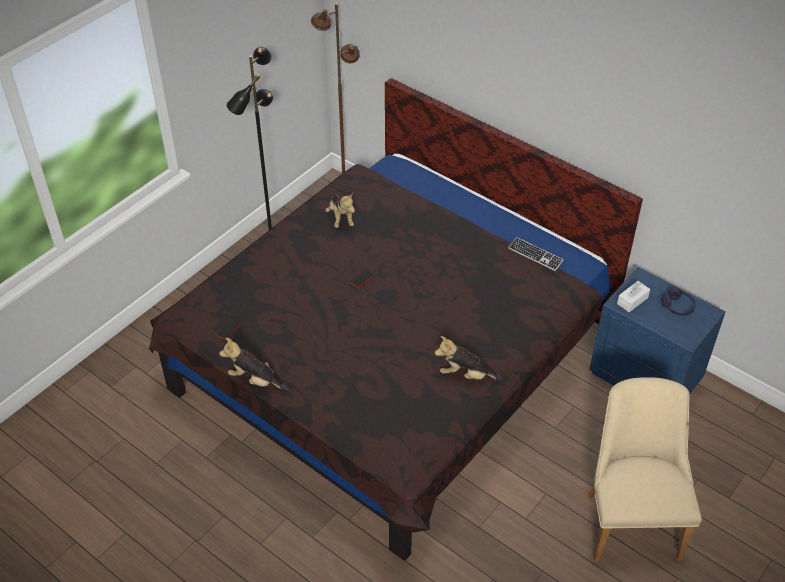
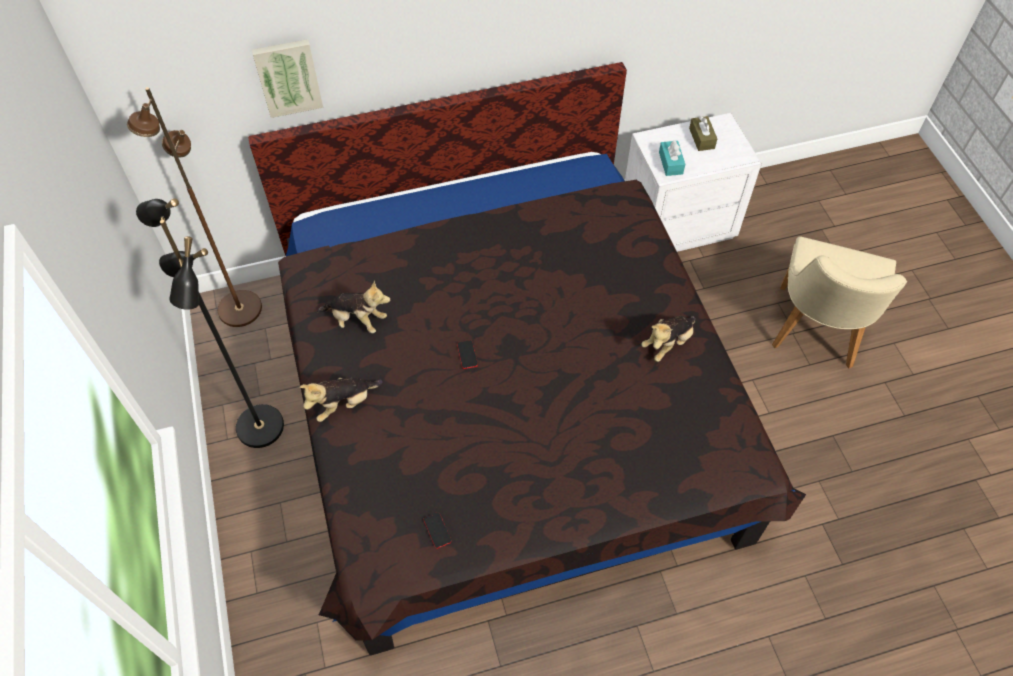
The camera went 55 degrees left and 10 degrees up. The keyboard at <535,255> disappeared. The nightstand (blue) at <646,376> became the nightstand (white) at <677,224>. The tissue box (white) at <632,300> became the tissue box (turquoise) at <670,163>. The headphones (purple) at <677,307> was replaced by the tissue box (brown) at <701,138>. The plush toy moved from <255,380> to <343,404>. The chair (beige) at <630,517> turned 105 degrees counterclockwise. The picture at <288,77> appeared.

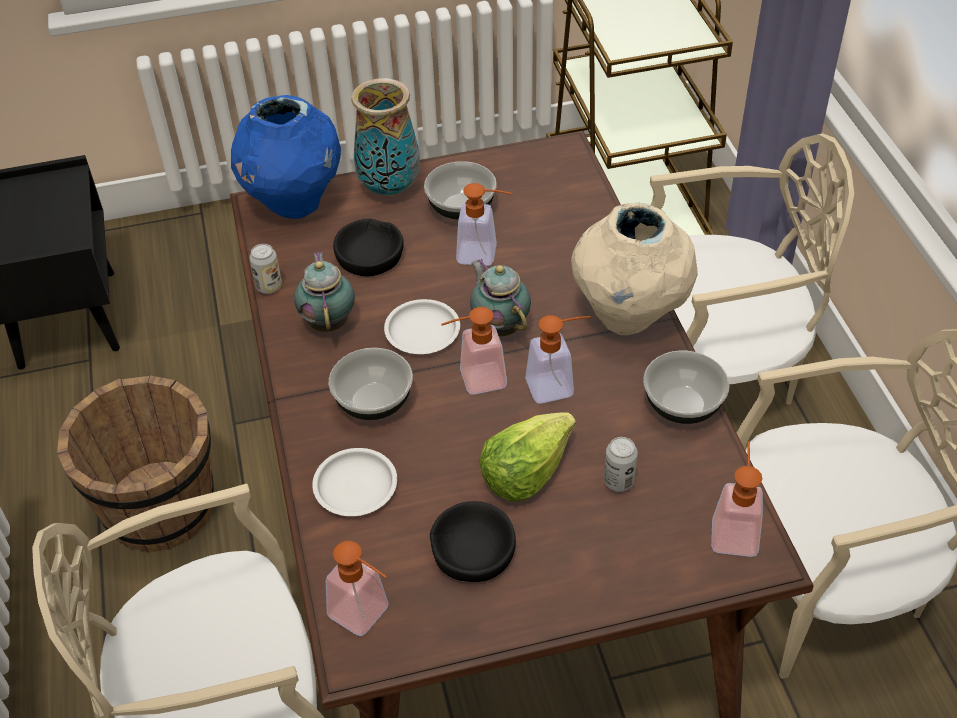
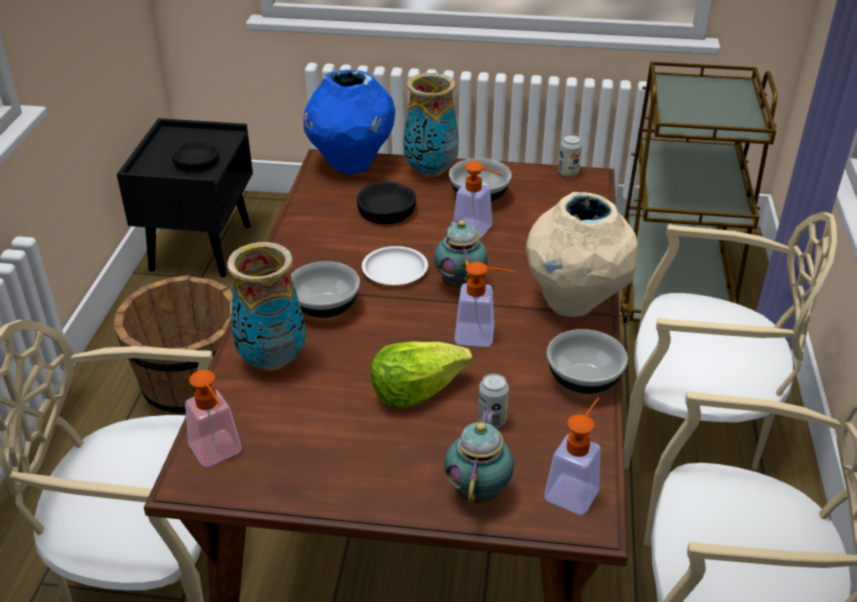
The camera went 20 degrees right and 10 degrees down. The can moved from <269,286> to <568,173>. The teapot moved from <329,321> to <479,490>. The soap dispenser at <474,380> disappeared. The plate (white) at <354,486> was replaced by the vase at <271,360>. The bowl (black) moved from <473,549> to <196,162>.

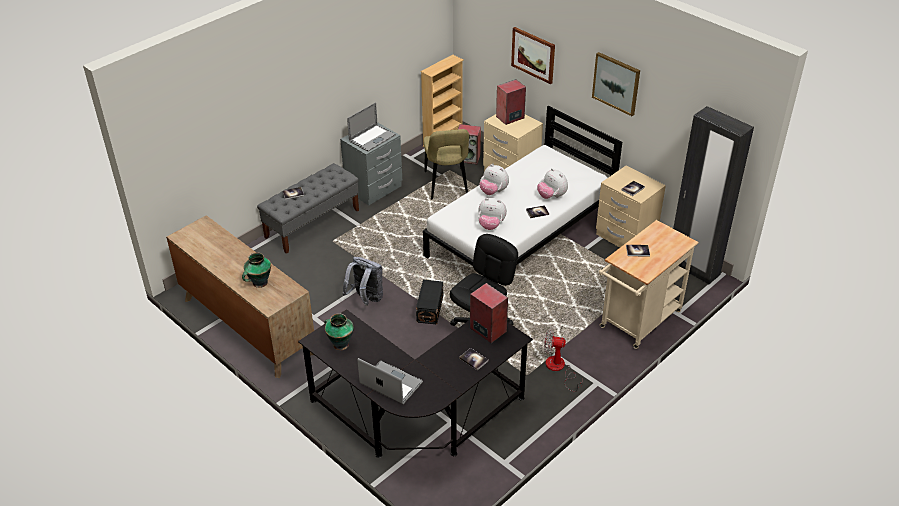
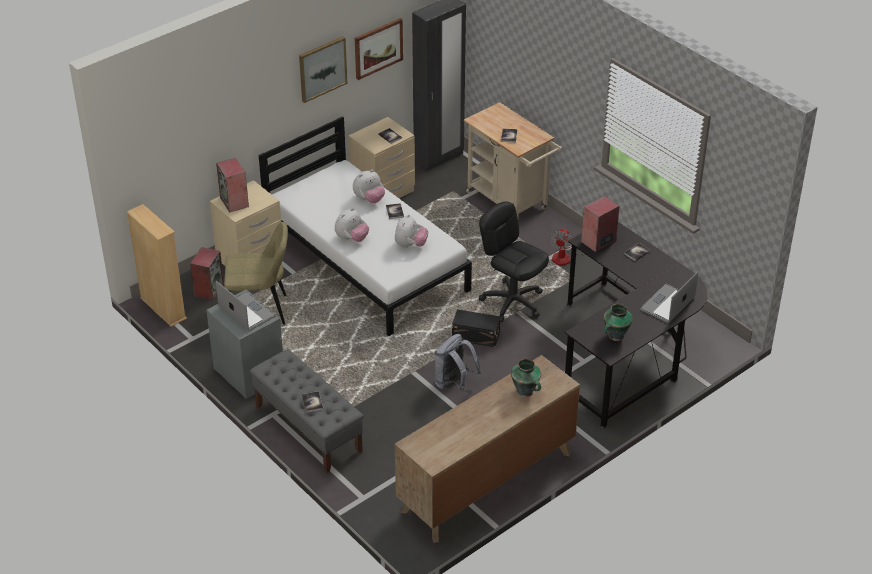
The camera went 85 degrees left and 0 degrees up. The picture moved from <533,55> to <378,48>.

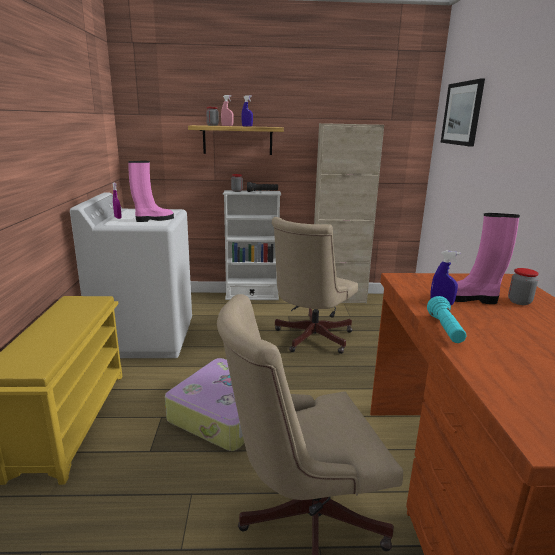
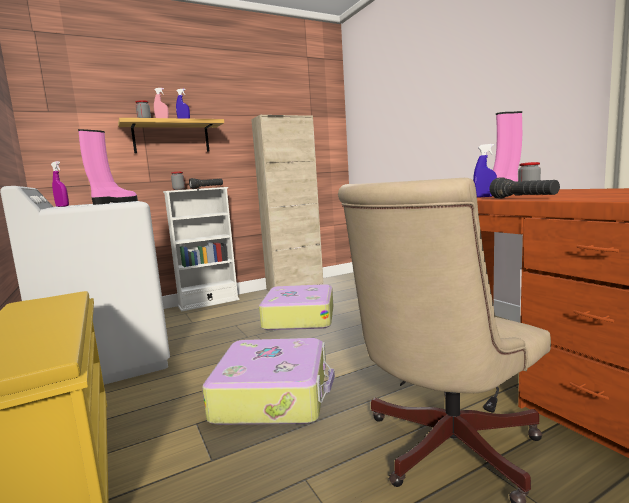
The camera went 25 degrees left and 10 degrees down. The picture at <462,113> disappeared. The office chair (beige) at <310,339> was replaced by the suitcase at <298,317>. The flashlight (turquoise) at <445,330> became the flashlight (black) at <523,198>.

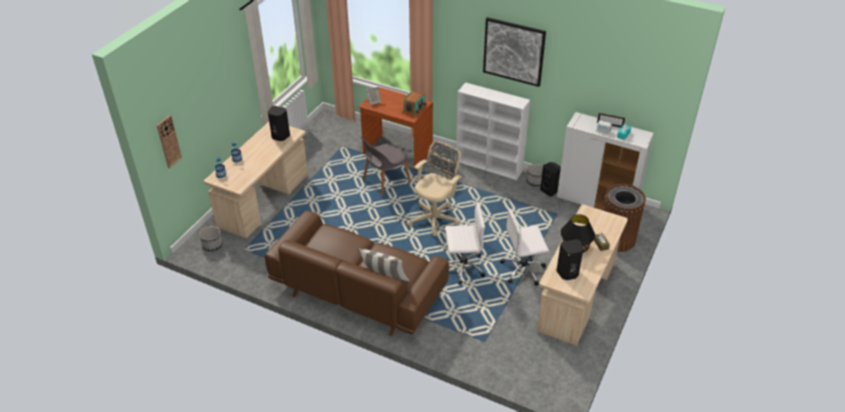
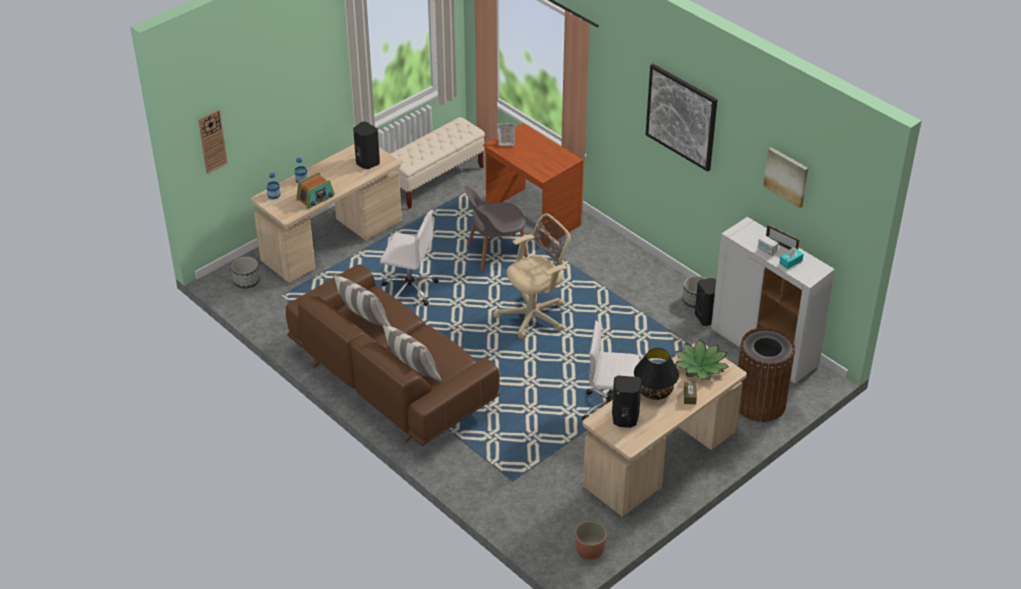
The camera went 20 degrees right and 0 degrees up. The bookcase (white) at <489,166> disappeared. The radio moved from <414,108> to <315,198>. The office chair (white) moved from <462,267> to <409,289>. The bench (beige) at <435,180> appeared. The picture at <786,176> appeared. The pillow at <364,321> appeared. The potted plant at <700,366> appeared. The planter at <590,550> appeared.

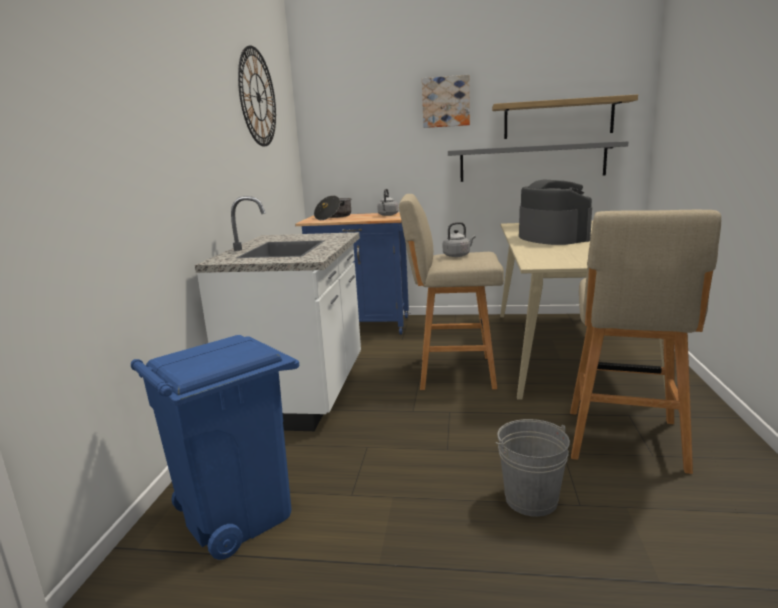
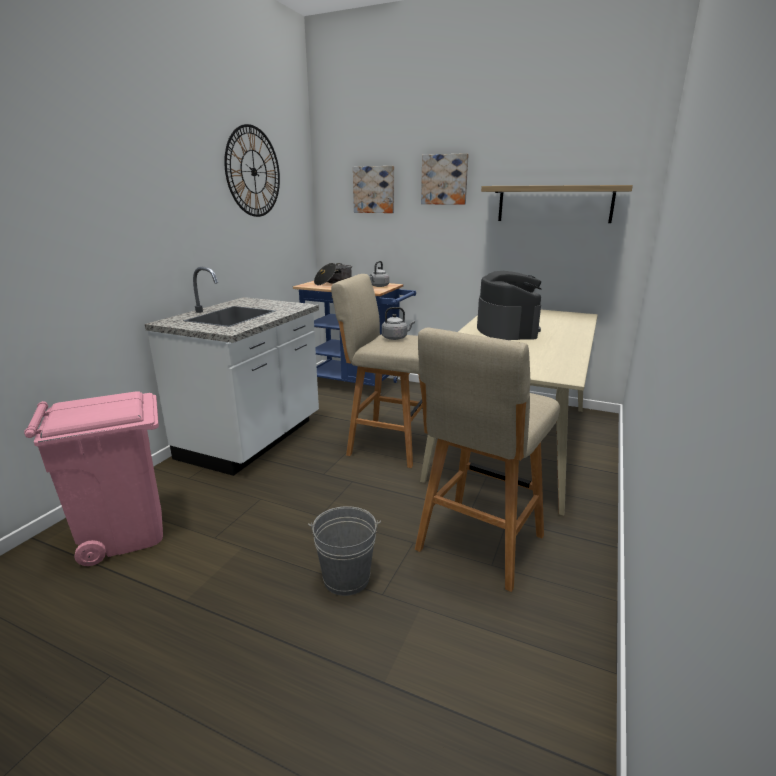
The camera went 15 degrees right and 5 degrees up. The shelf (grey) at <532,162> disappeared. The trash can (blue) at <237,514> became the trash can (pink) at <125,533>. The picture at <374,189> appeared.

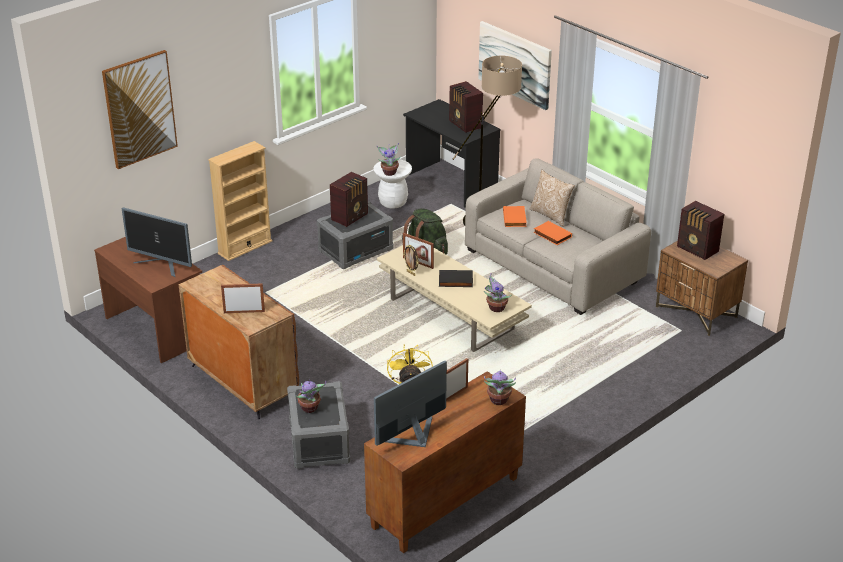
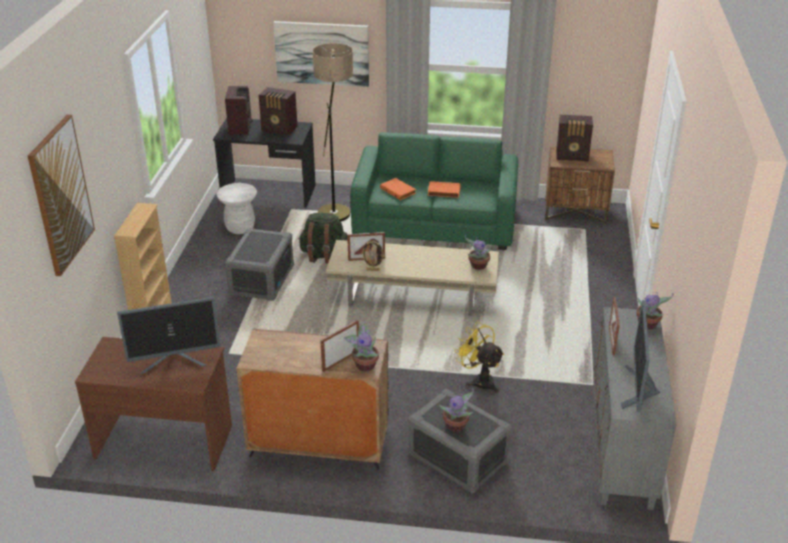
The camera went 40 degrees left and 0 degrees up. The potted plant moved from <389,172> to <364,365>. The sofa (beige) at <553,265> became the sofa (green) at <435,222>. The pillow at <551,215> disappeared. The radio moved from <350,217> to <241,128>. The book (black) at <455,281> disappeared. The cabinet (brown) at <445,503> became the cabinet (grey) at <622,448>.

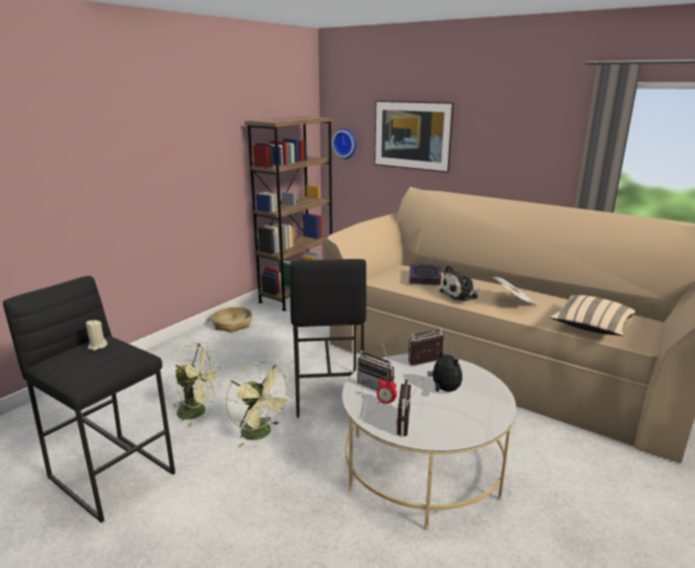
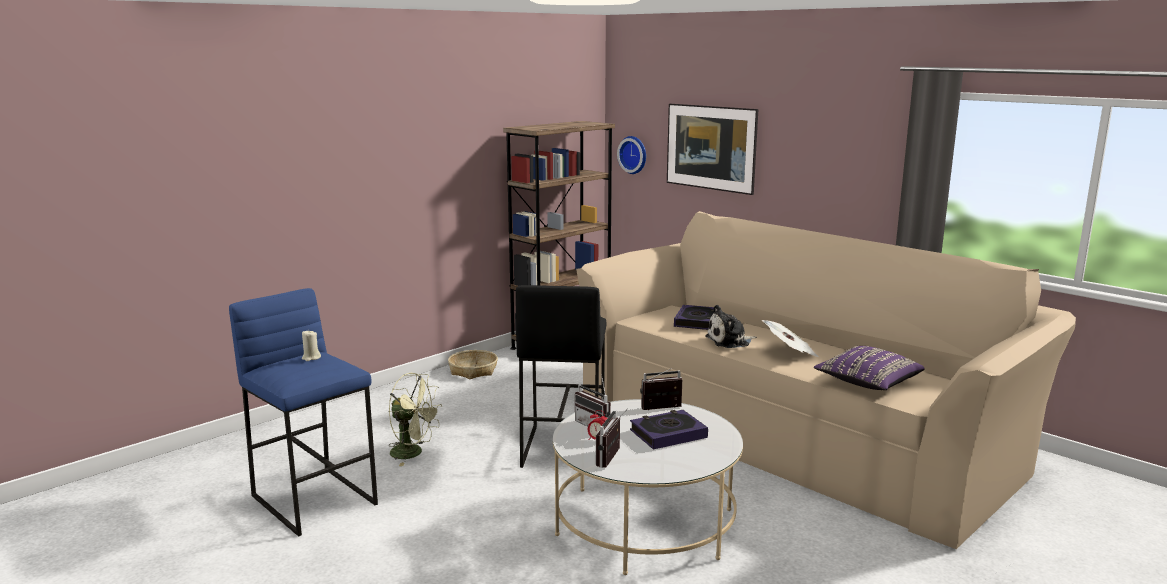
The camera went 10 degrees right and 5 degrees down. The stool (black) at <113,474> became the stool (blue) at <315,499>. The pillow (beige) at <591,327> became the pillow (purple) at <867,383>. The plush toy at <444,390> was replaced by the book at <668,434>. The fan (green) at <261,434> disappeared.

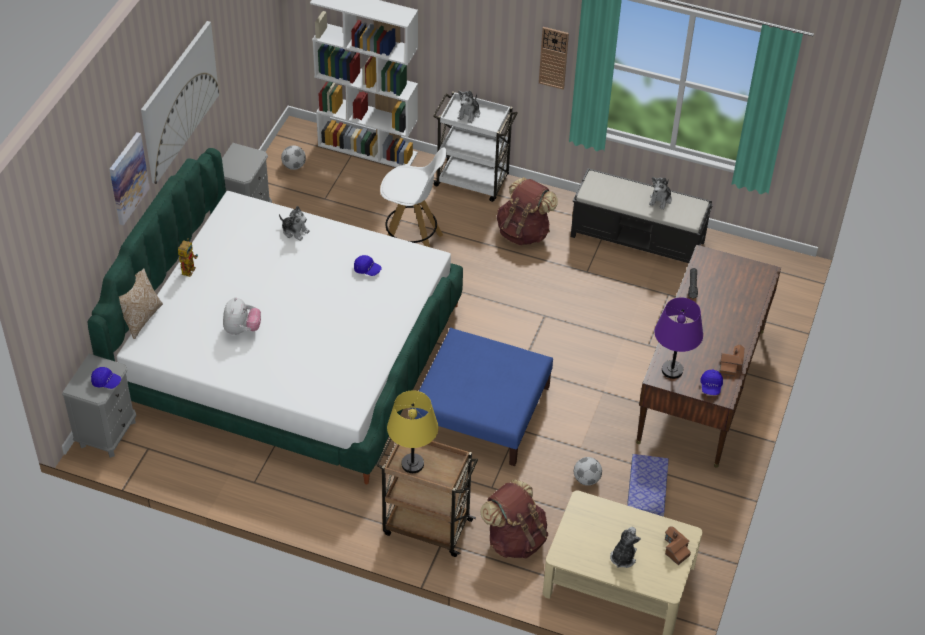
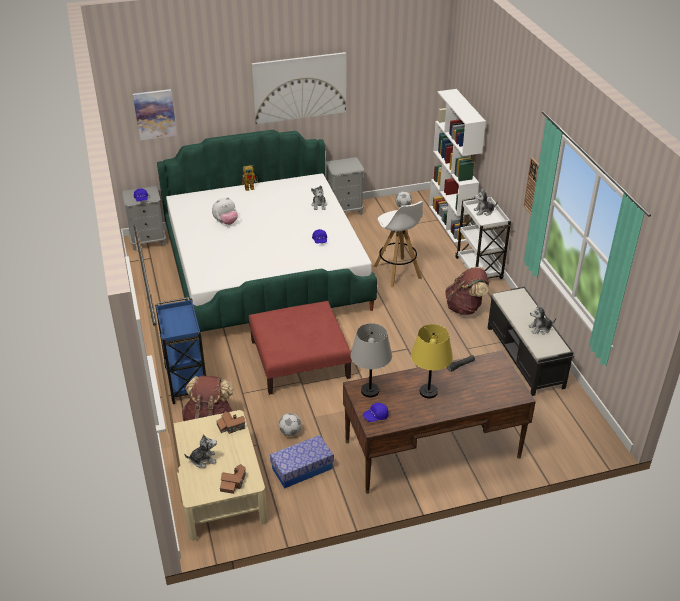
The camera went 55 degrees right and 10 degrees down. The picture moved from <128,178> to <155,114>. The pillow at <140,318> disappeared. The table lamp (purple) at <672,370> became the table lamp (grey) at <370,391>. The ottoman (blue) at <480,410> became the ottoman (red) at <300,359>. The toy house moved from <731,365> to <231,426>. The table lamp (yellow) moved from <412,464> to <428,392>. The cart (brown) at <426,526> became the cart (blue) at <186,380>.

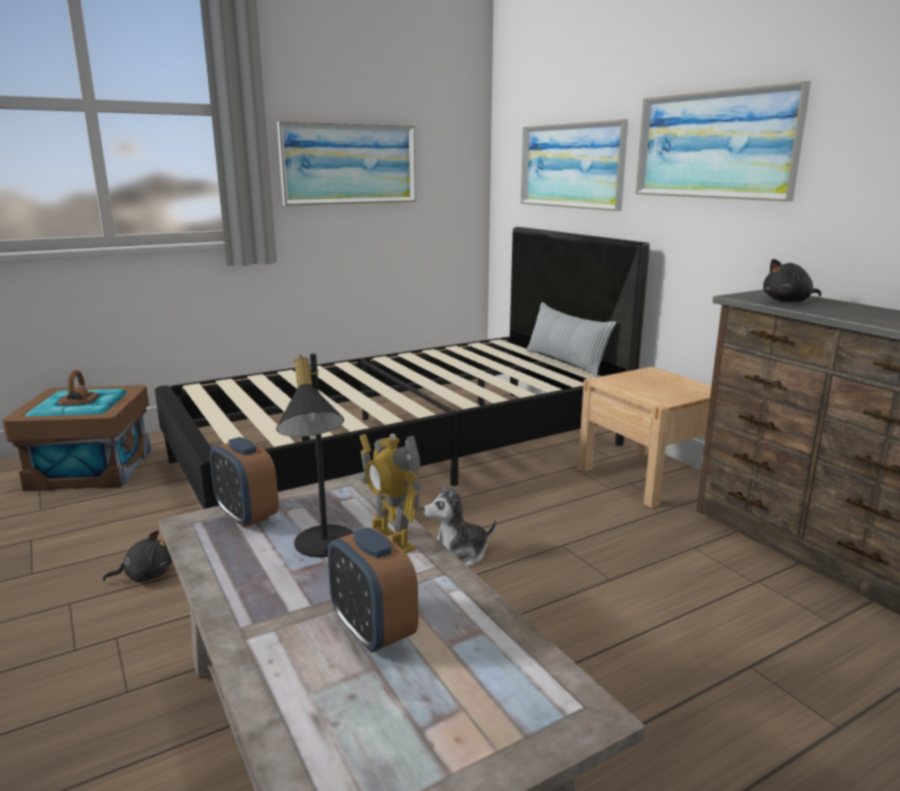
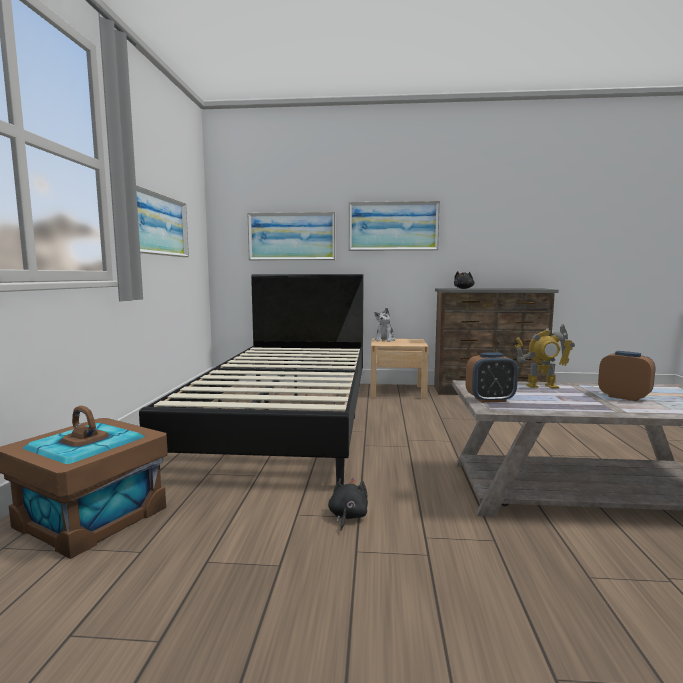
The camera went 55 degrees left and 10 degrees down. The pillow at <565,362> disappeared. The table lamp (black) at <322,548> disappeared. The plush toy moved from <458,555> to <385,340>. The alarm clock at <372,631> turned 135 degrees counterclockwise.

